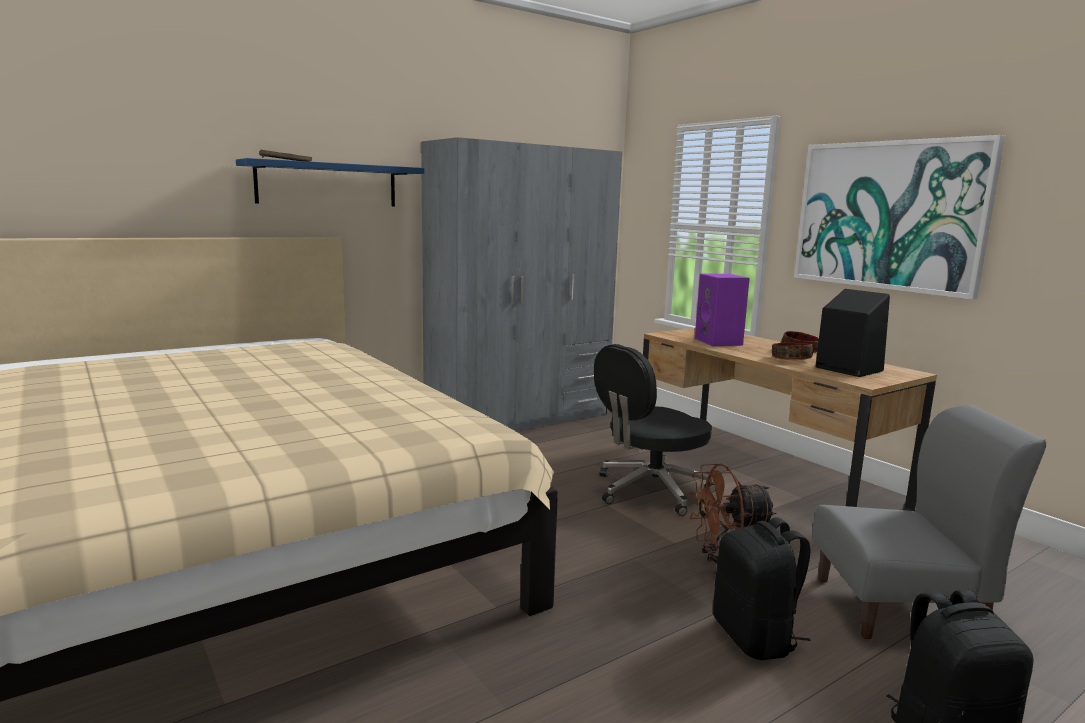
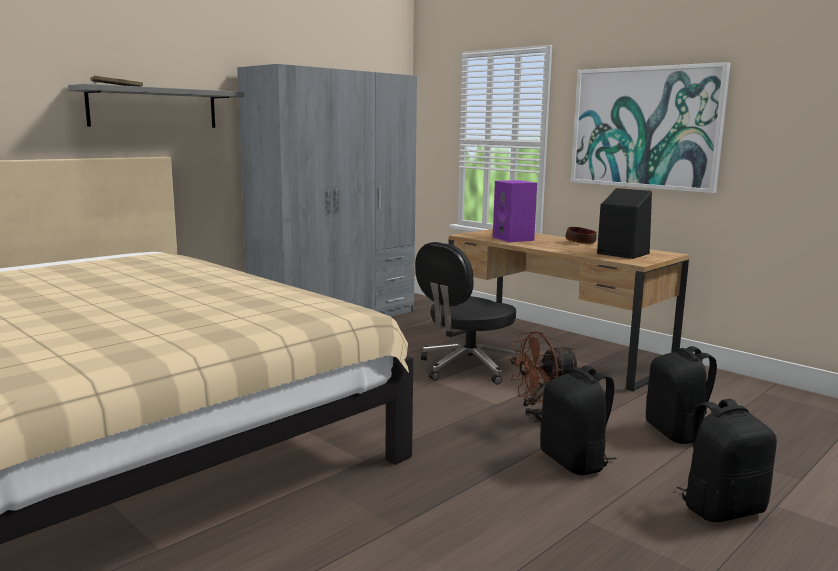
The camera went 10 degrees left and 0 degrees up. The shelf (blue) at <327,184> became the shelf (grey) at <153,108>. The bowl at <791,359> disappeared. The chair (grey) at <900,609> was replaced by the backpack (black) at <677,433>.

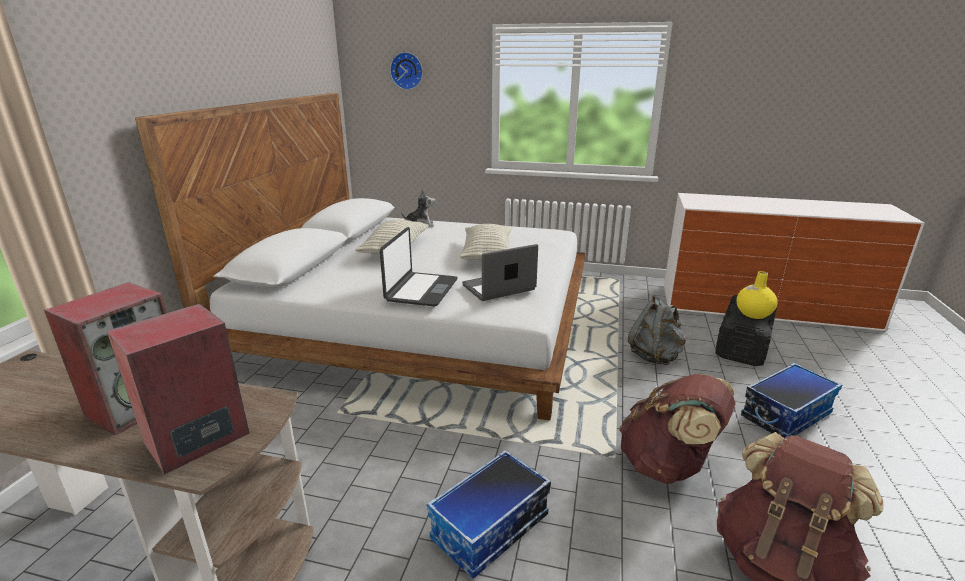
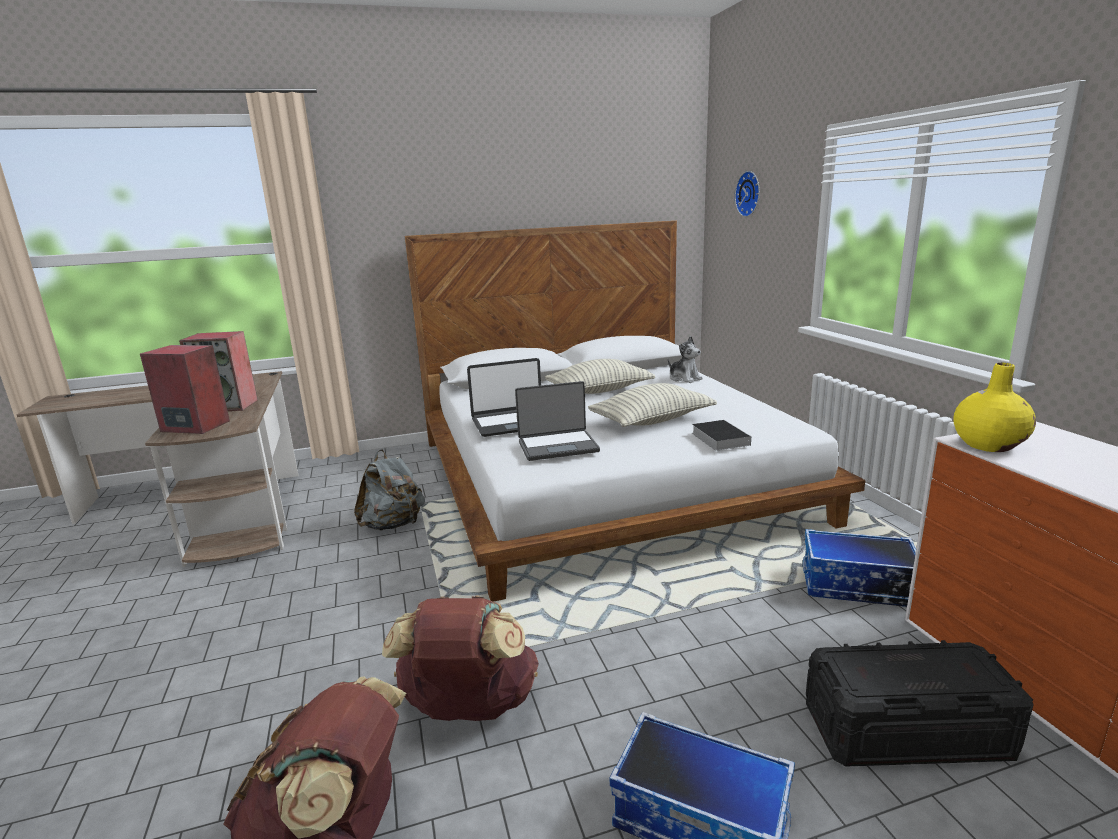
The camera went 60 degrees right and 5 degrees down. The laptop at <499,288> turned 135 degrees clockwise. The vase (yellow) moved from <753,314> to <988,445>. The backpack (grey) moved from <655,356> to <393,525>. The storage box moved from <490,529> to <856,587>. The book at <718,438> appeared.

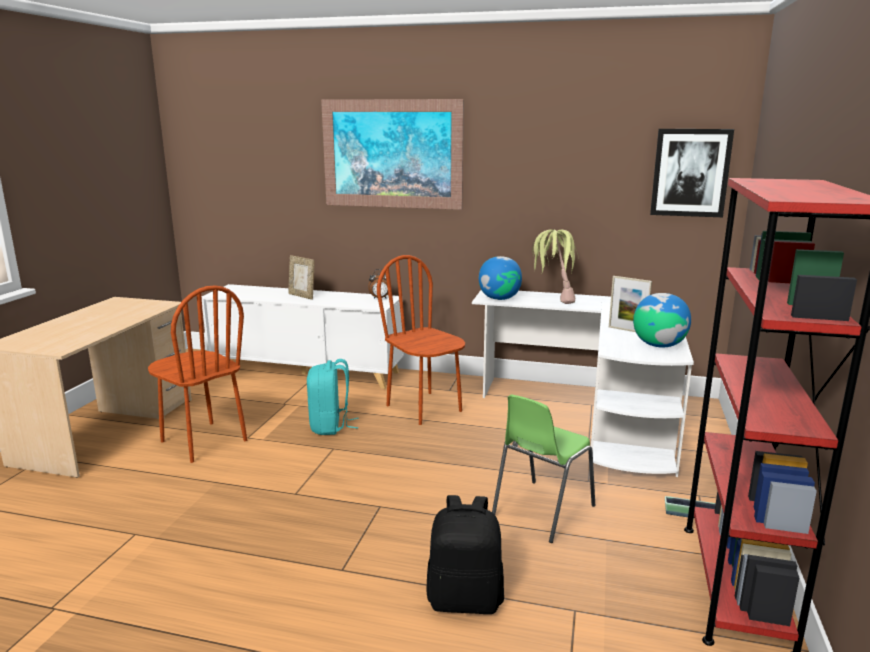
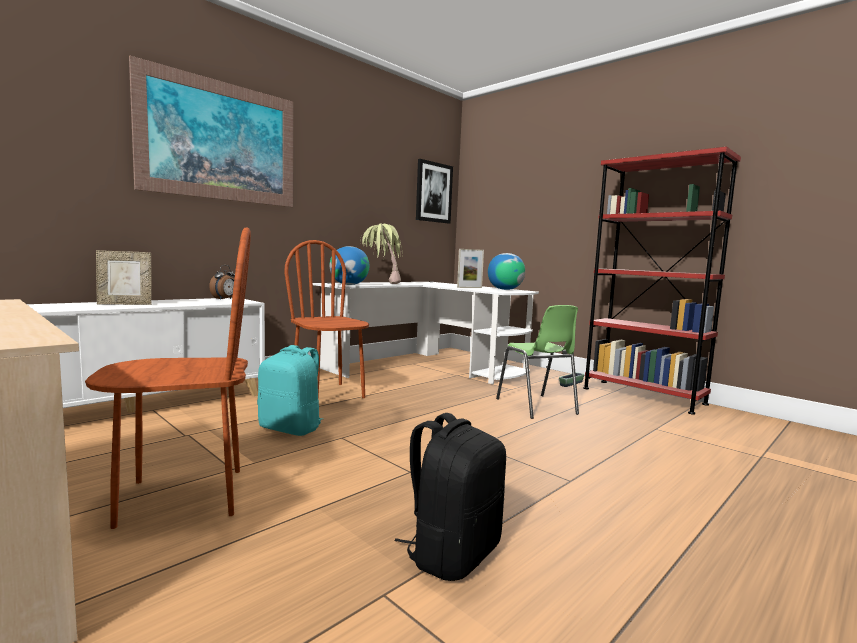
The camera went 60 degrees left and 10 degrees down. The chair (brown) at <424,408> turned 60 degrees clockwise. The backpack (black) moved from <465,599> to <452,553>.

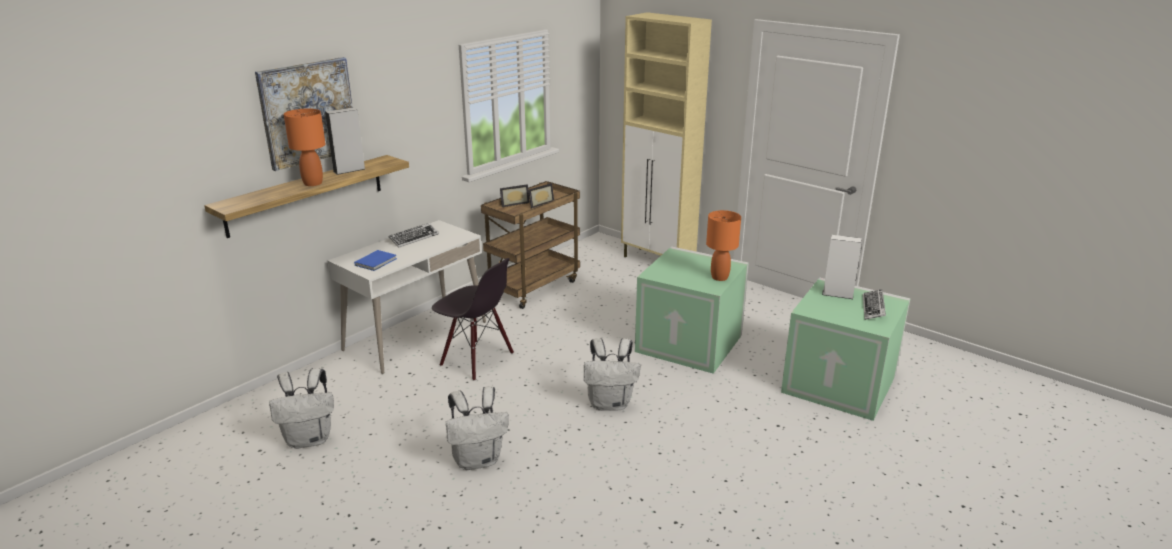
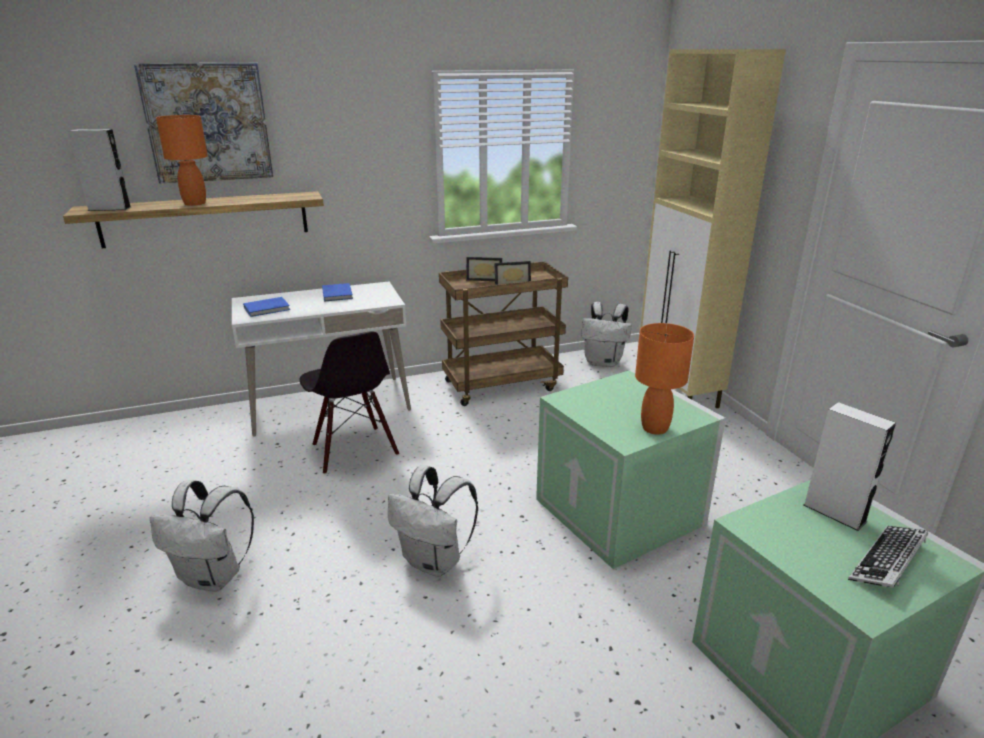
The camera went 30 degrees right and 0 degrees up. The speaker (grey) moved from <349,170> to <109,208>. The keyboard at <414,238> was replaced by the book (blue) at <338,293>. The backpack (white) moved from <310,439> to <604,362>.

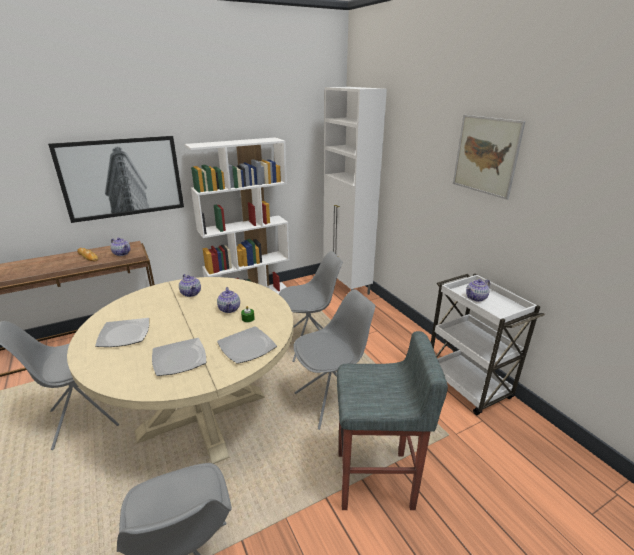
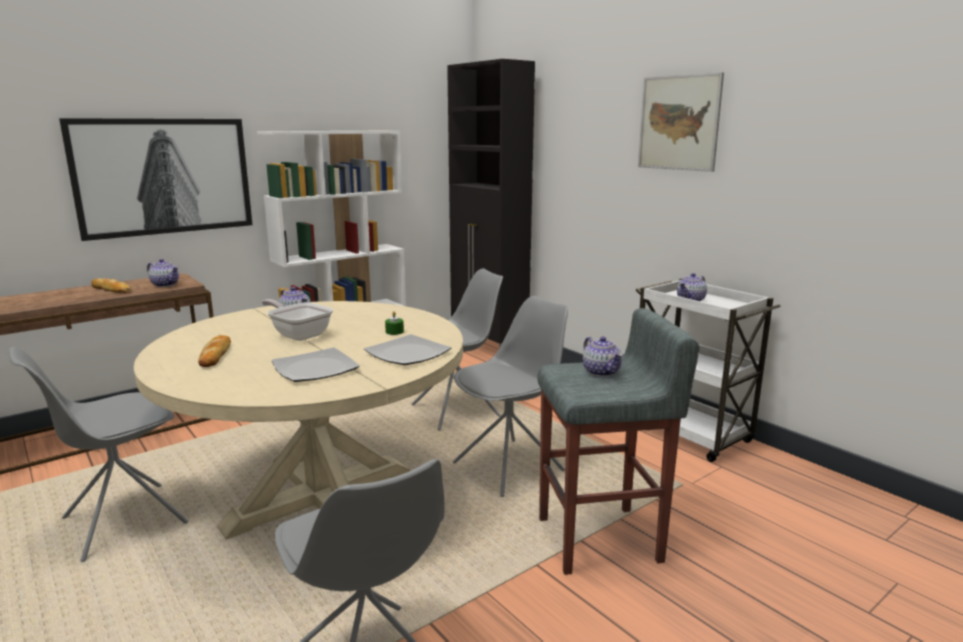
The camera went 10 degrees left and 10 degrees down. The cabinet (white) at <346,286> became the cabinet (black) at <489,347>. The teapot moved from <229,309> to <601,372>. The plate at <123,335> was replaced by the bread at <215,355>. The frying pan at <298,334> appeared.

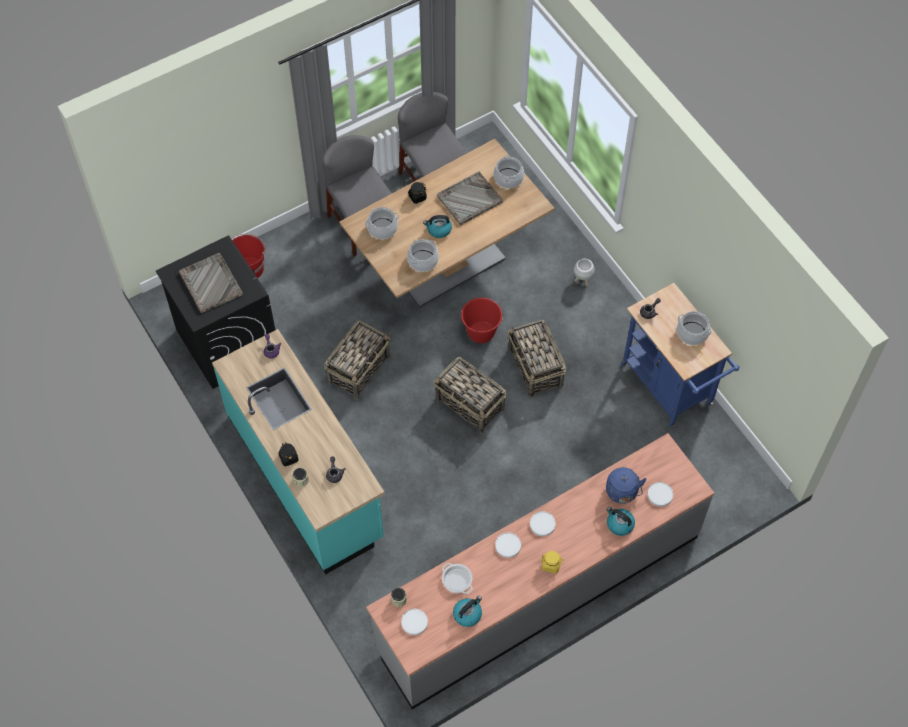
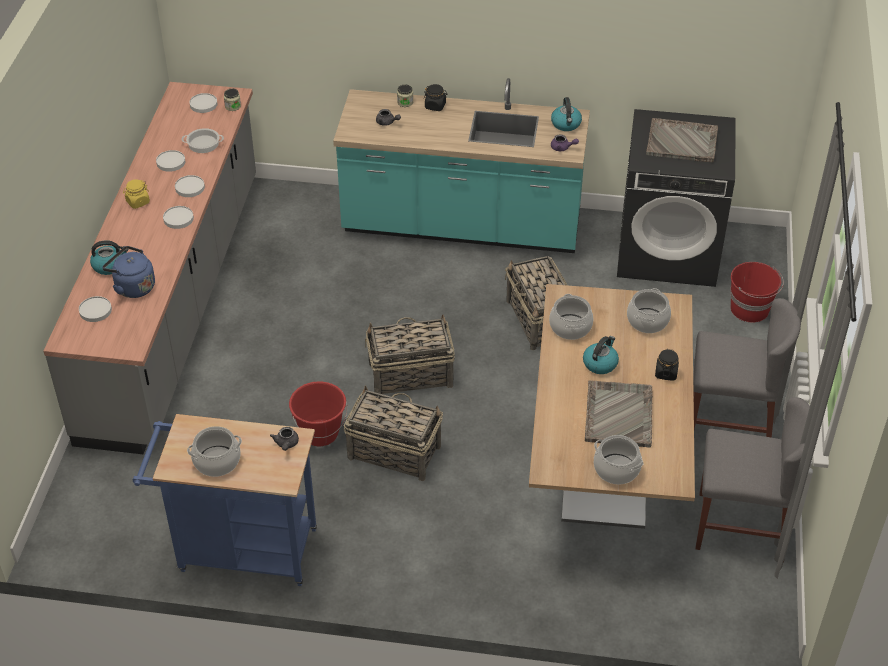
The camera went 130 degrees right and 15 degrees down. The planter (white) at <582,280> disappeared. The bucket (red) moved from <481,333> to <320,433>. The kettle moved from <467,614> to <566,124>. The plate (white) at <171,162> appeared.

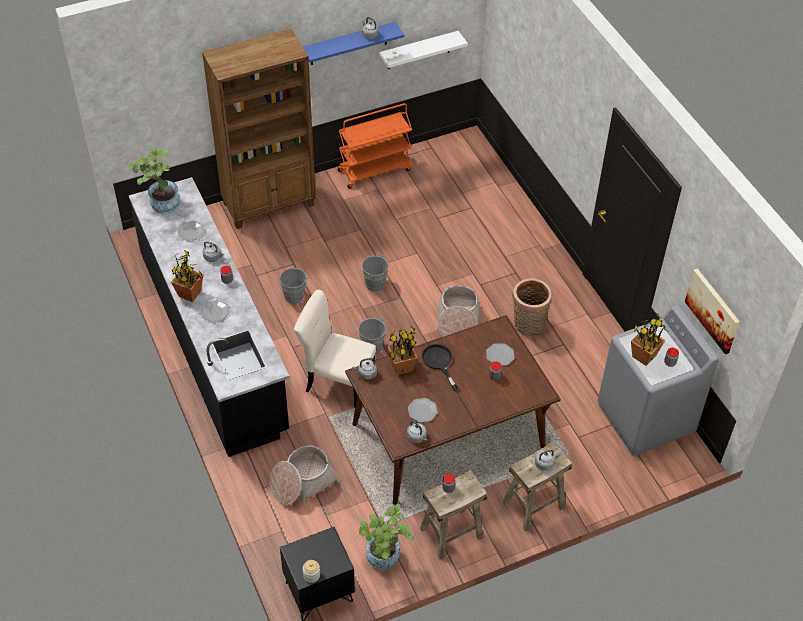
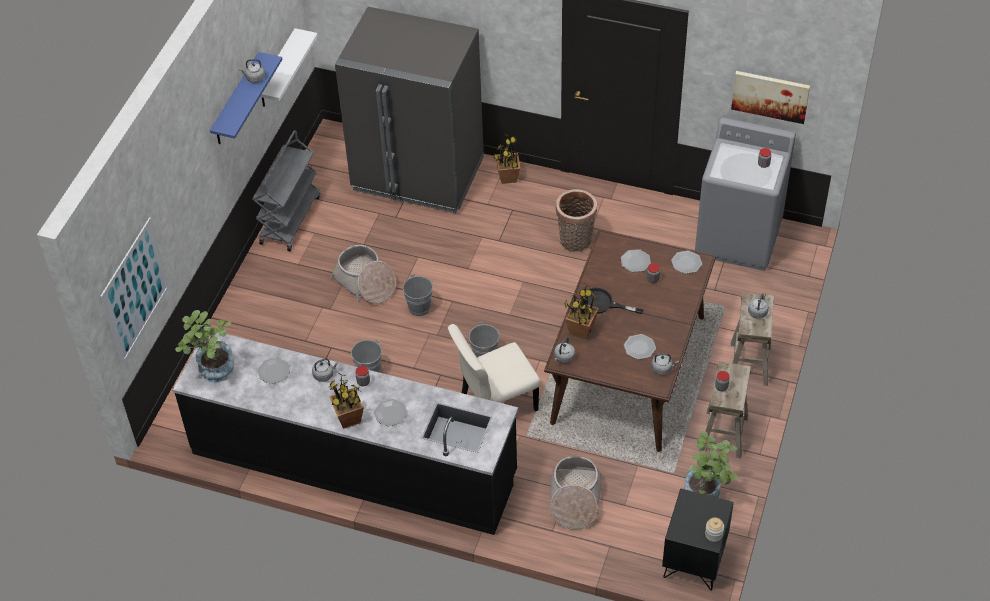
The camera went 45 degrees left and 0 degrees up. The bookcase (brown) at <269,204> disappeared. The cart (orange) at <375,170> became the cart (grey) at <290,219>. The basket moved from <457,321> to <365,283>. The potted plant moved from <643,356> to <508,177>. The fridge (grey) at <418,175> appeared. The picture at <135,291> appeared. The plate at <686,263> appeared.

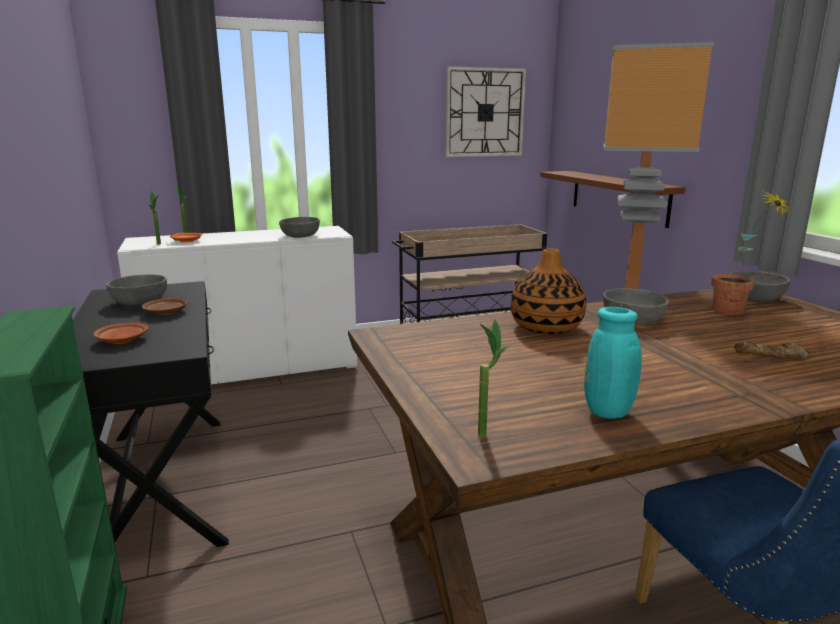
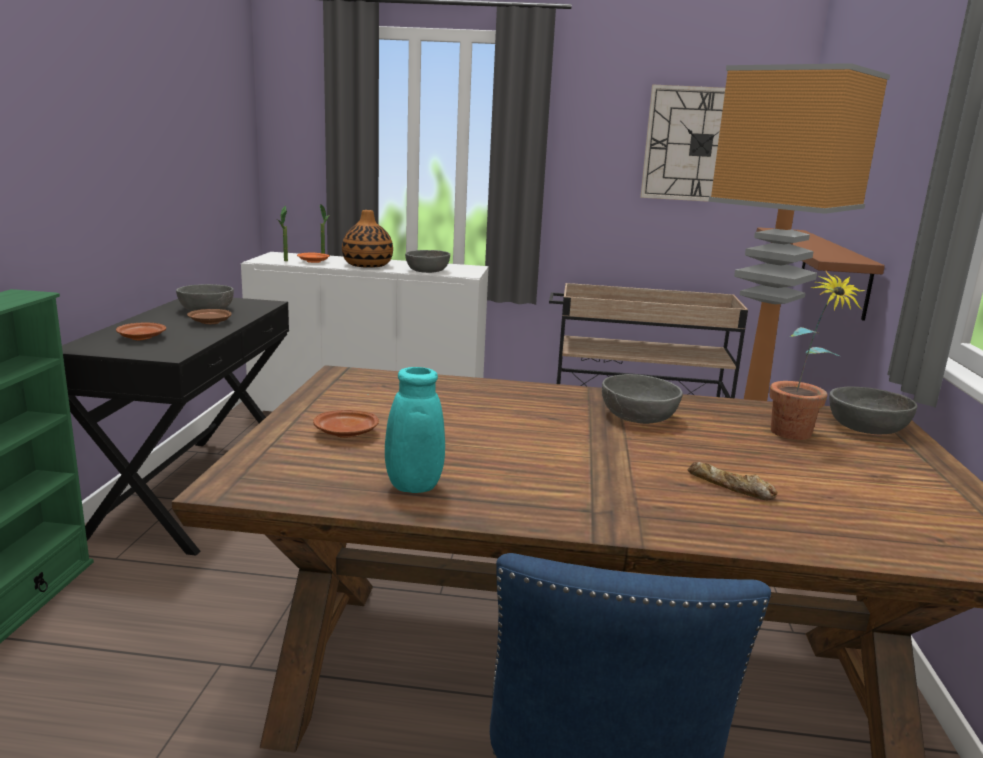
The camera went 25 degrees right and 0 degrees up. The vase moved from <546,327> to <367,265>. The potted plant at <487,431> disappeared. The plate (brown) at <347,433> appeared.

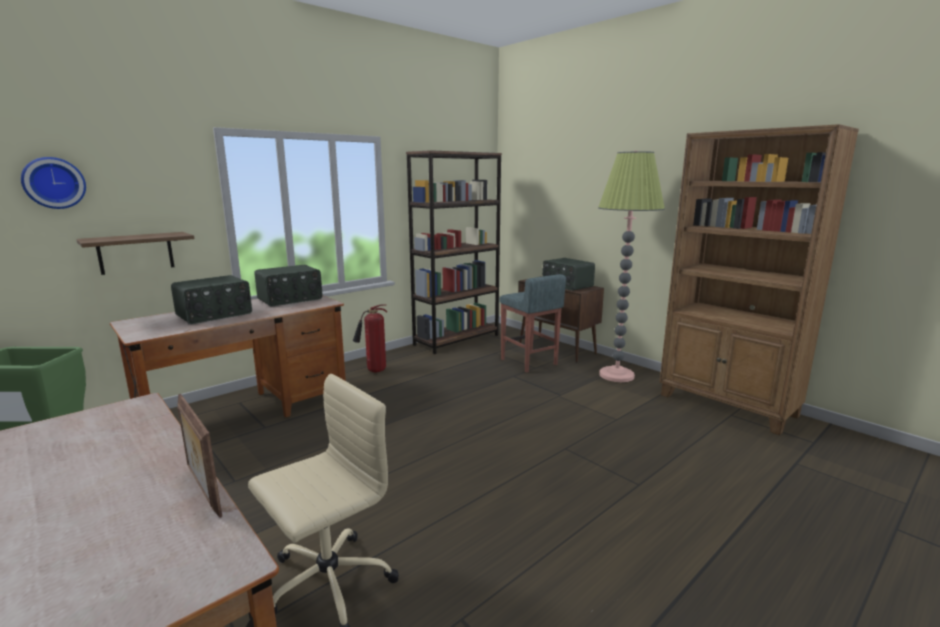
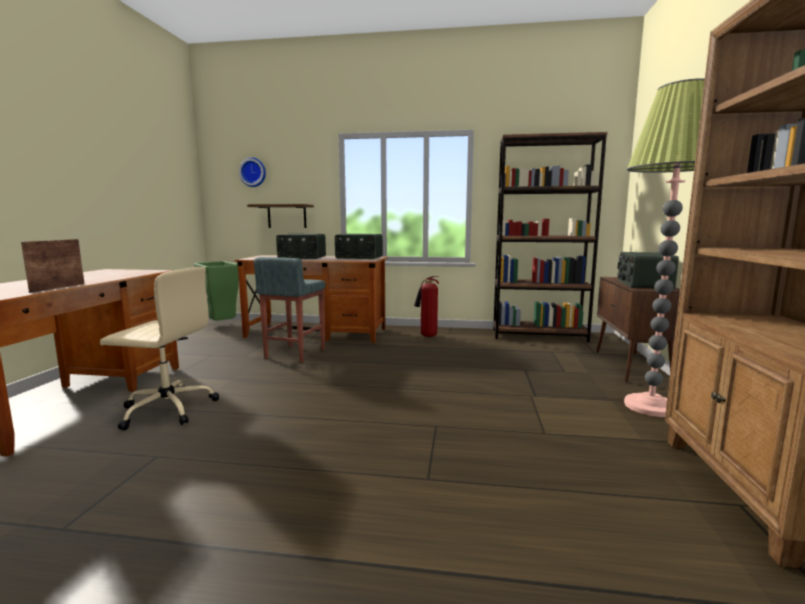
The camera went 50 degrees right and 5 degrees down. The stool (grey) moved from <529,362> to <294,354>.

